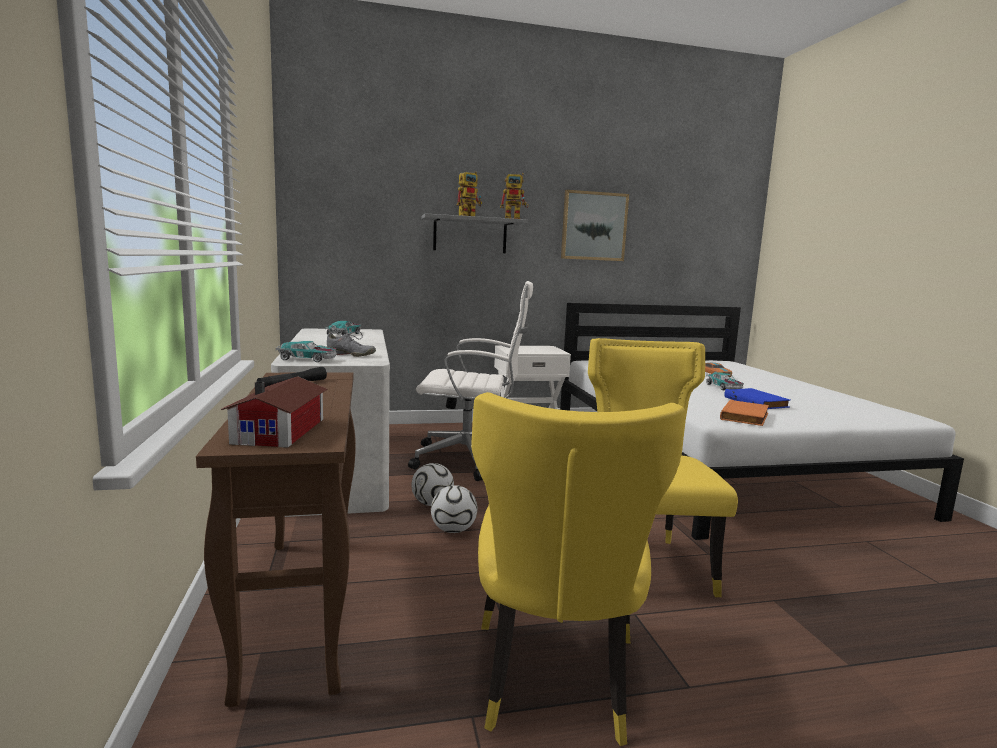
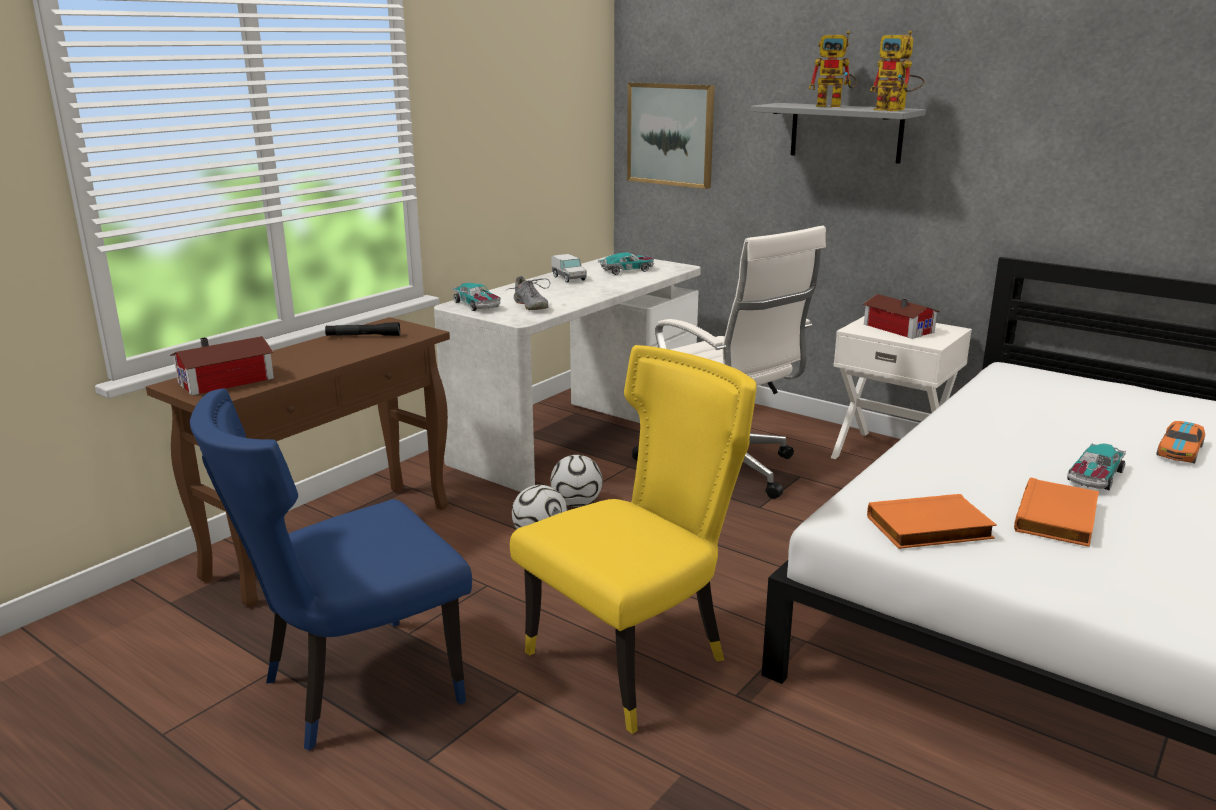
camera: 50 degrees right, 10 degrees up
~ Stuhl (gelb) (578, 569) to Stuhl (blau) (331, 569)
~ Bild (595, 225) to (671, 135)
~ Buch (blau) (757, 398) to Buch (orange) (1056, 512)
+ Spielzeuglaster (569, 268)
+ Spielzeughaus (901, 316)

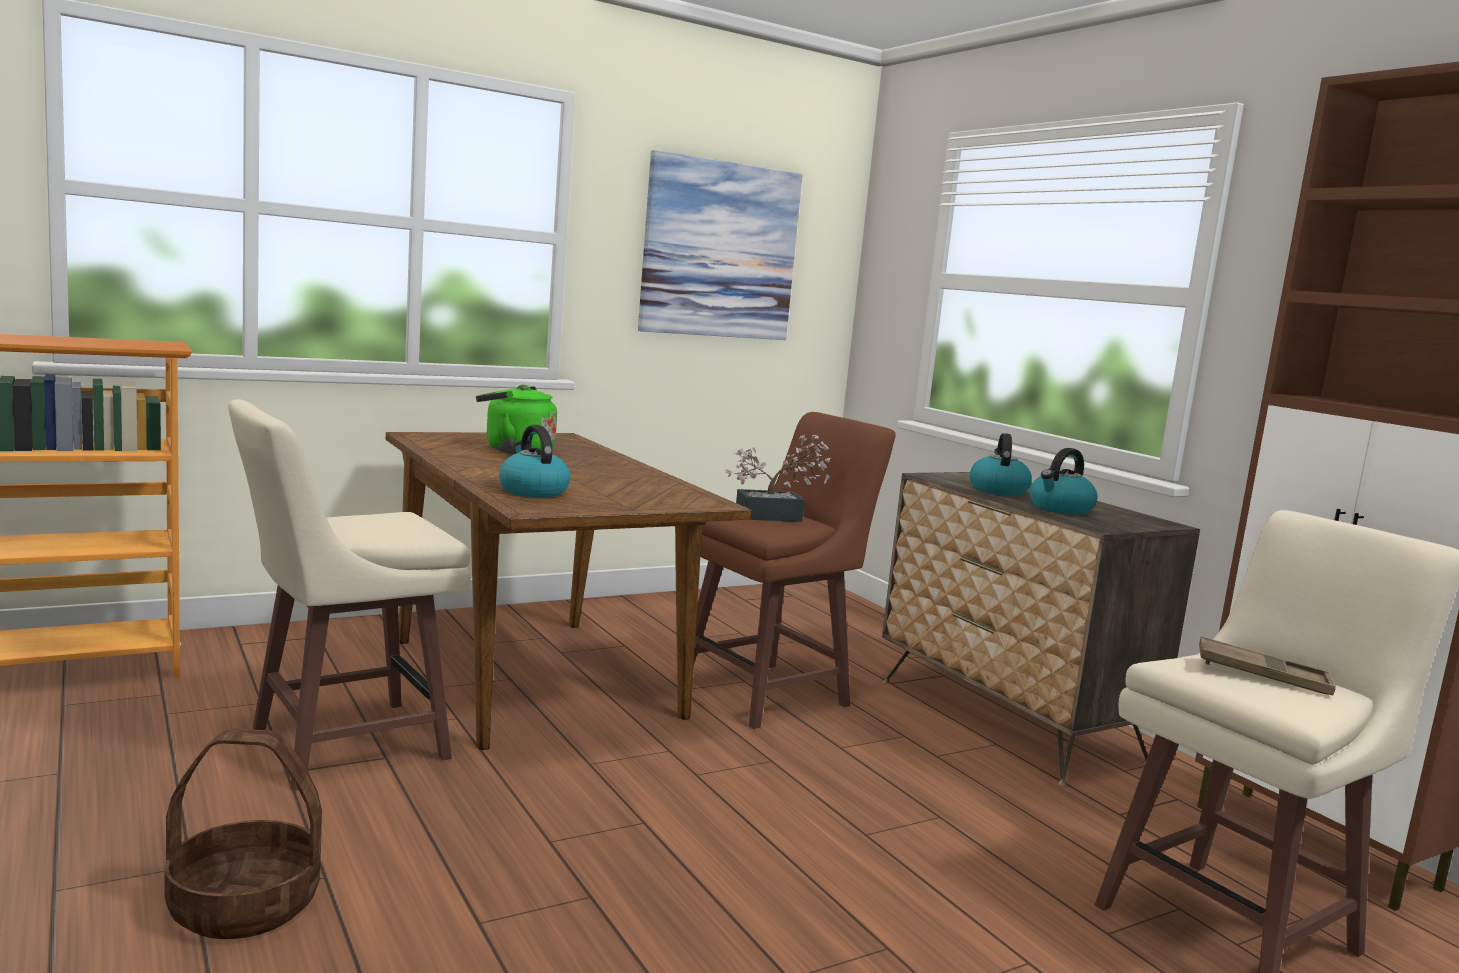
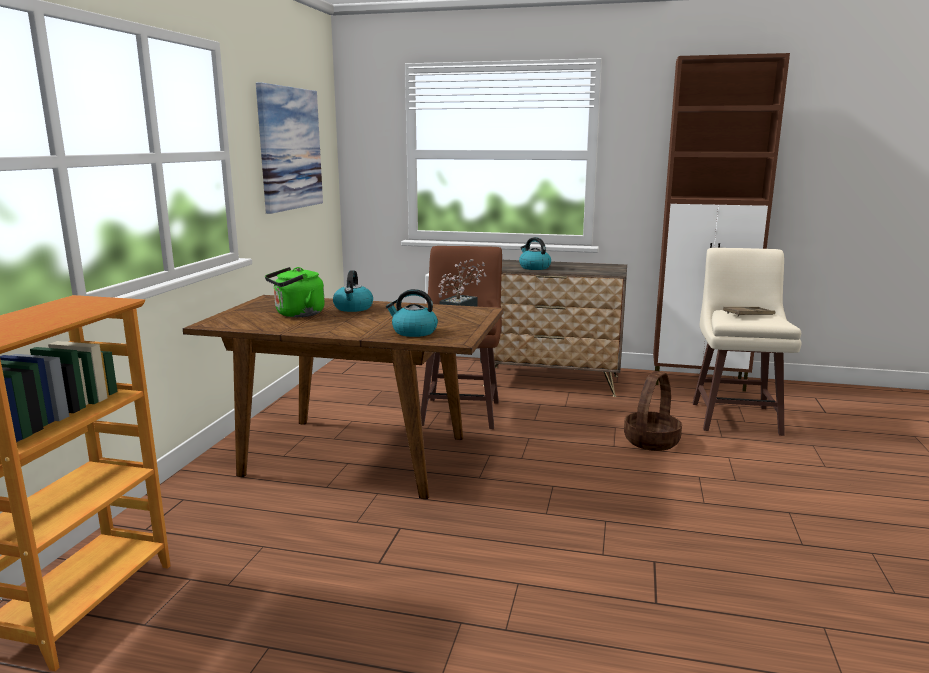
camera: 45 degrees left, 5 degrees up
~ Korb (243, 833) to (653, 411)
- Hocker (beige) (349, 595)
~ Wasserkessel (1064, 481) to (353, 291)

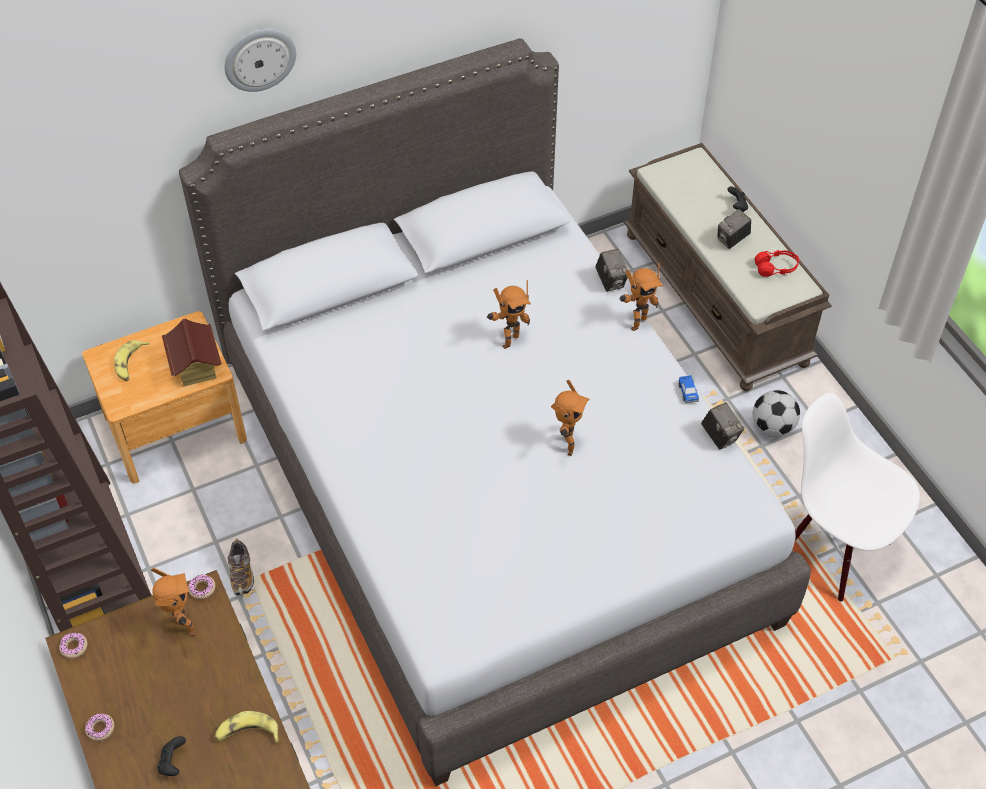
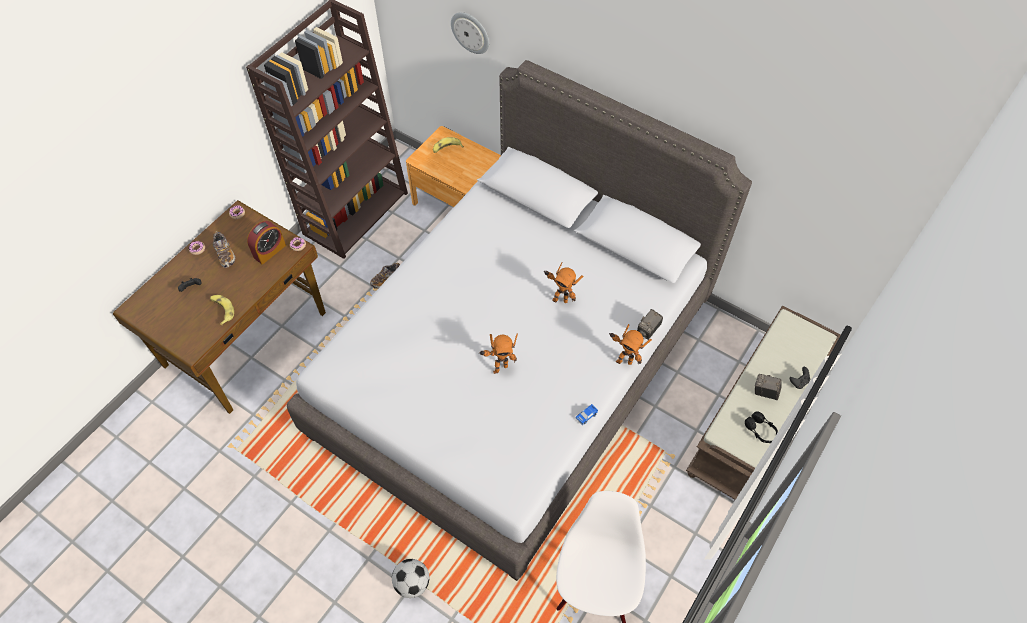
camera: 60 degrees right, 5 degrees up
~ Spielzeugroboter (173, 602) to Wecker (266, 242)
- Spielzeughaus (192, 352)
~ Wanduhr (260, 60) to (470, 33)
- Kamera (722, 426)
~ Fußball (776, 413) to (410, 578)
~ Kopfhörer (rot) (777, 263) to Kopfhörer (schwarz) (761, 427)
+ Schuh (224, 249)

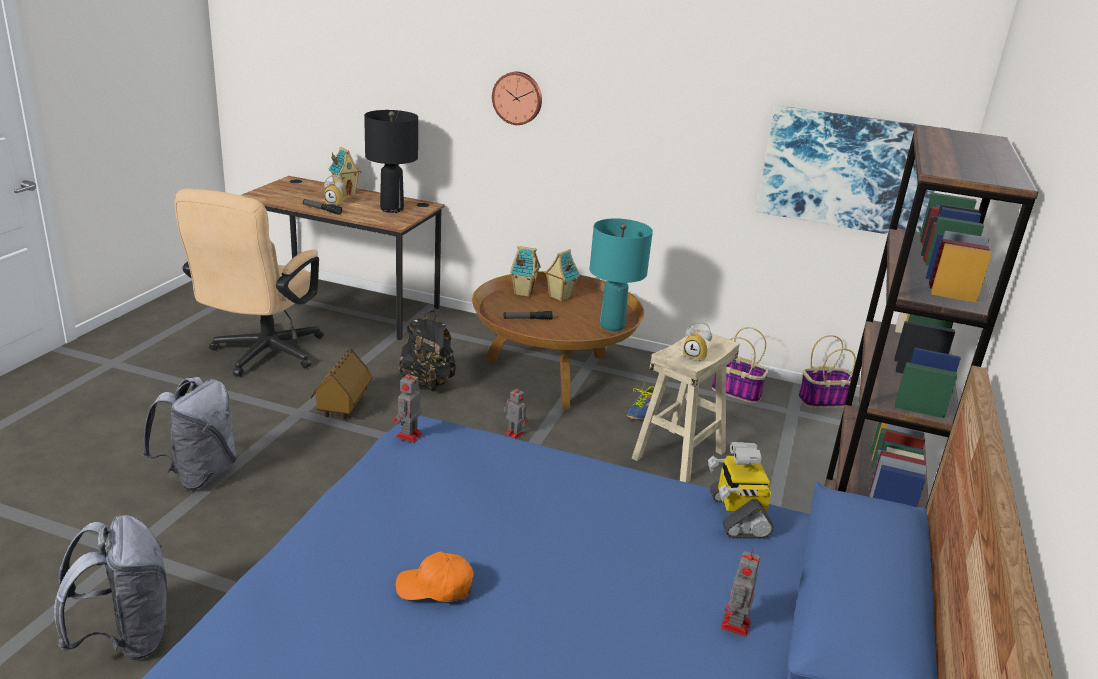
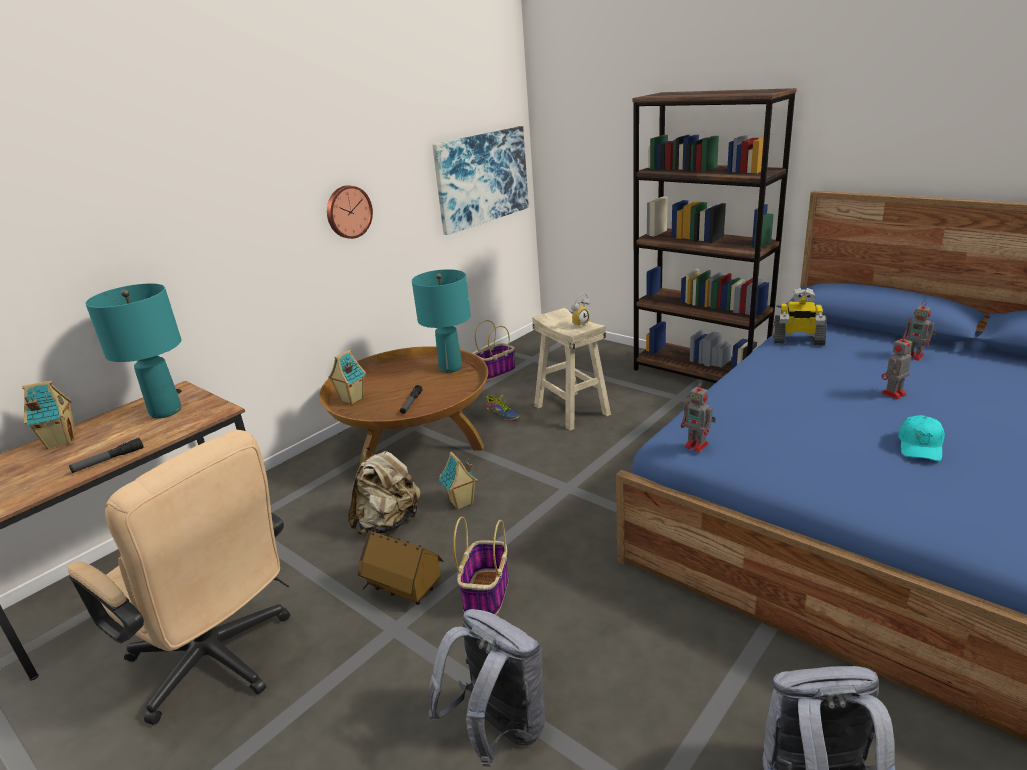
camera: 65 degrees left, 0 degrees up
- Wecker (334, 190)
~ Tischlampe (schwarz) (391, 161) to Tischlampe (türkis) (133, 351)
~ Kappe (orange) (435, 576) to Kappe (türkis) (921, 438)
~ Rucksack (schwarz) (426, 351) to Rucksack (beige) (384, 490)
~ Wanduhr (517, 98) to (350, 212)
~ Spielzeugroboter (516, 412) to (896, 366)
~ Spielzeughaus (562, 275) to (458, 481)
~ Korb (827, 371) to (481, 565)

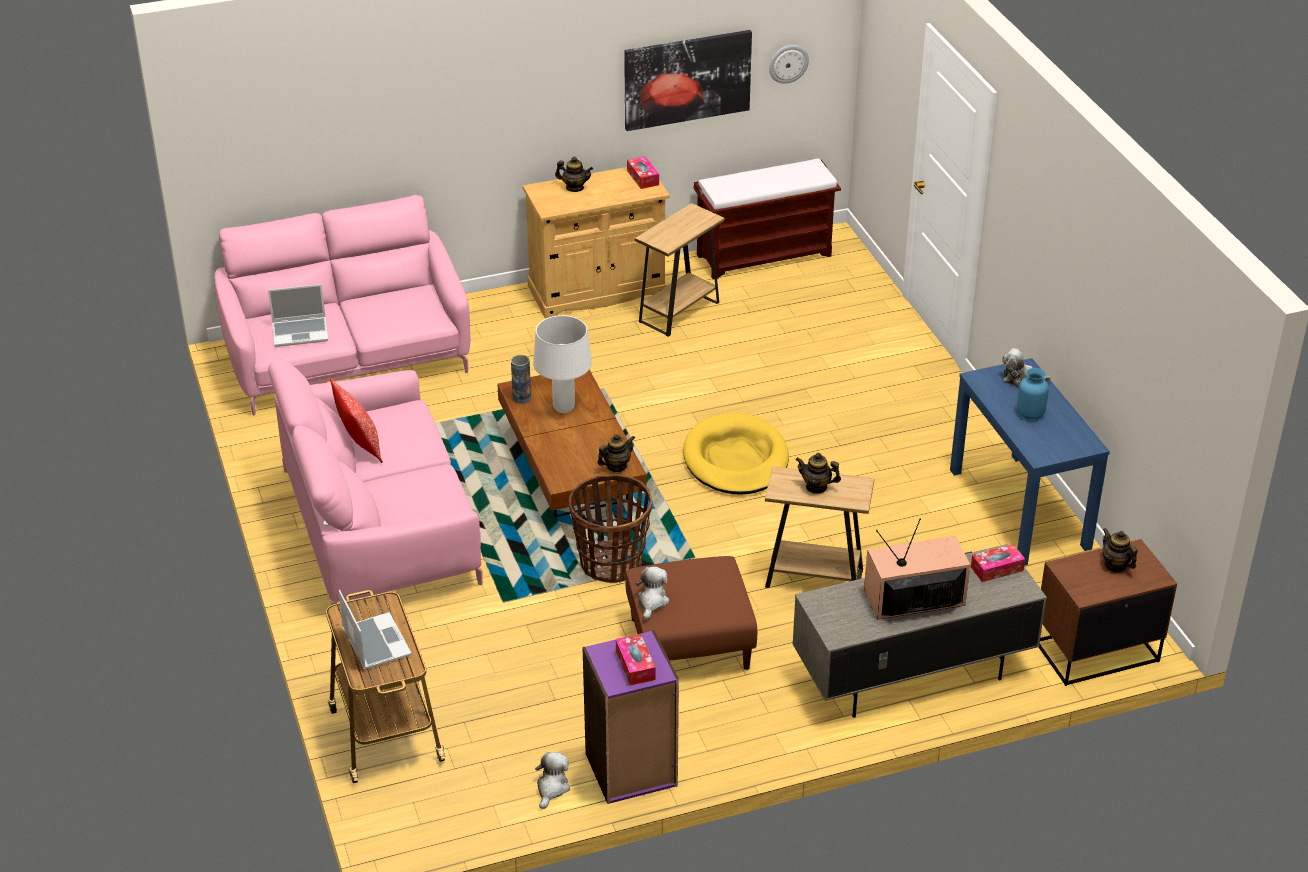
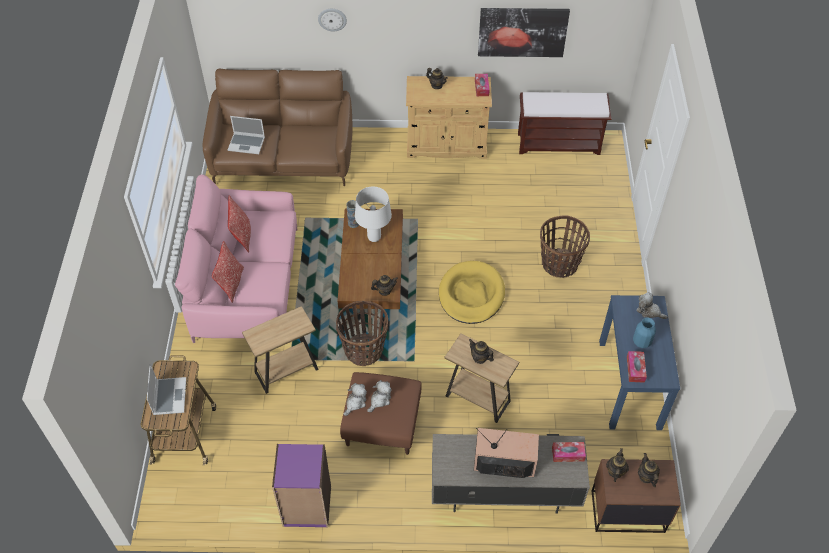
camera: 20 degrees right, 15 degrees up
~ Sofa (rosa) (342, 305) to Sofa (braun) (278, 128)
~ Plüschtier (552, 780) to (379, 396)
~ Taschentuchbox (636, 659) to (637, 367)
~ Beistelltisch (braun) (680, 270) to (280, 350)
~ Wanduhr (789, 64) to (332, 20)
+ Kissen (228, 272)
+ Korb (565, 246)
+ Teekanne (617, 465)

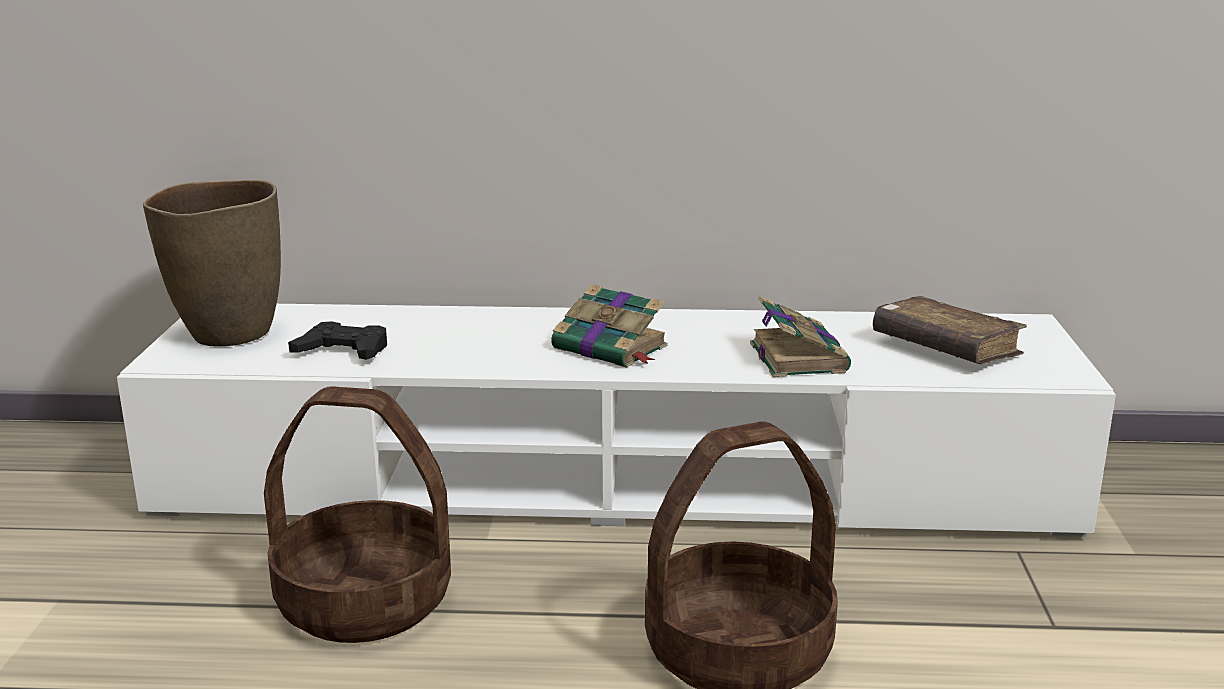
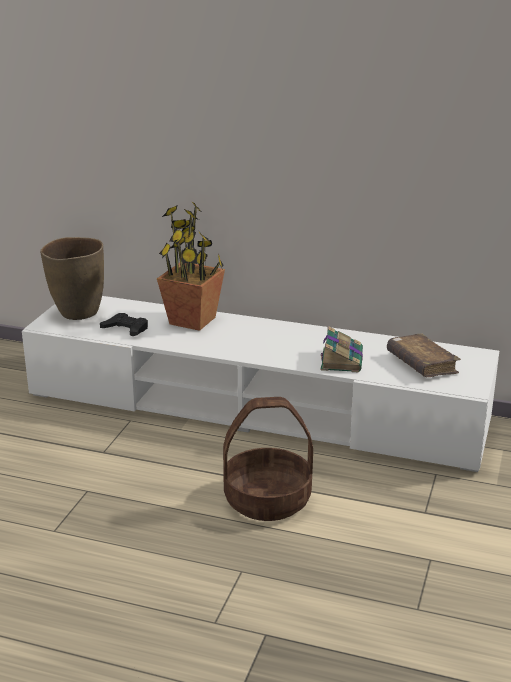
camera: 15 degrees right, 5 degrees up
- Korb (357, 514)
- Buch (609, 326)
+ Topfpflanze (191, 266)

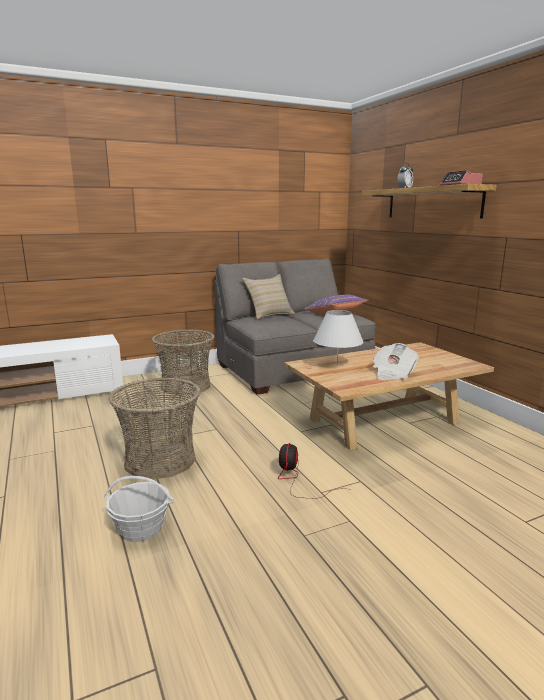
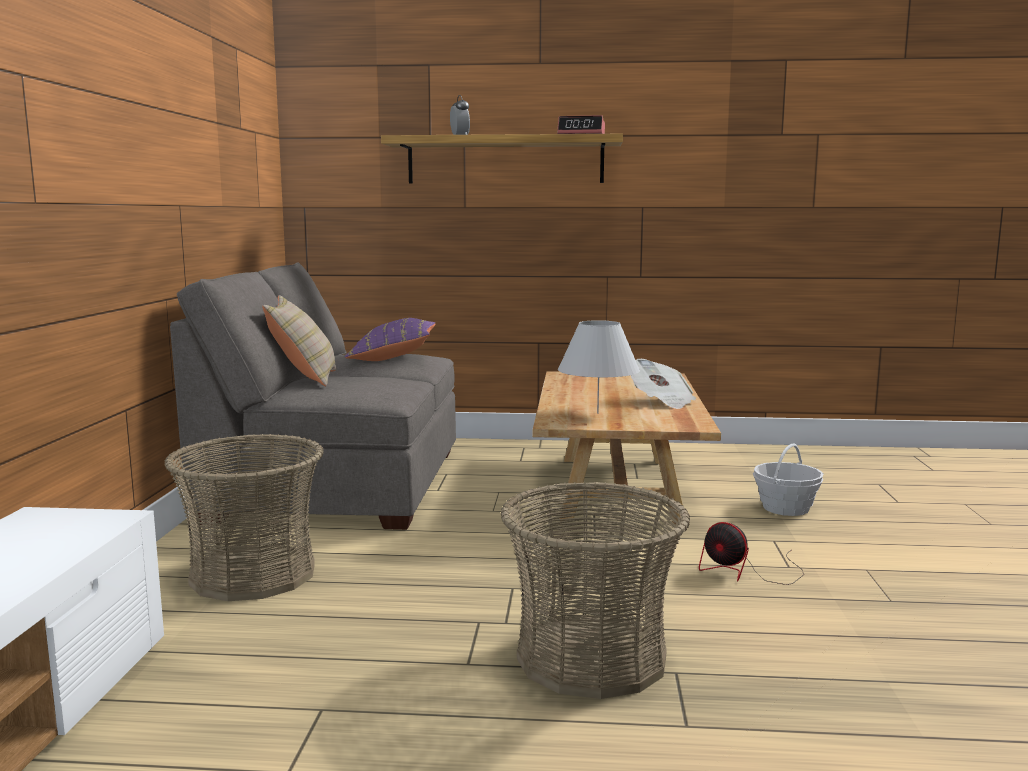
camera: 60 degrees left, 5 degrees down
~ Korb (138, 509) to (788, 480)

